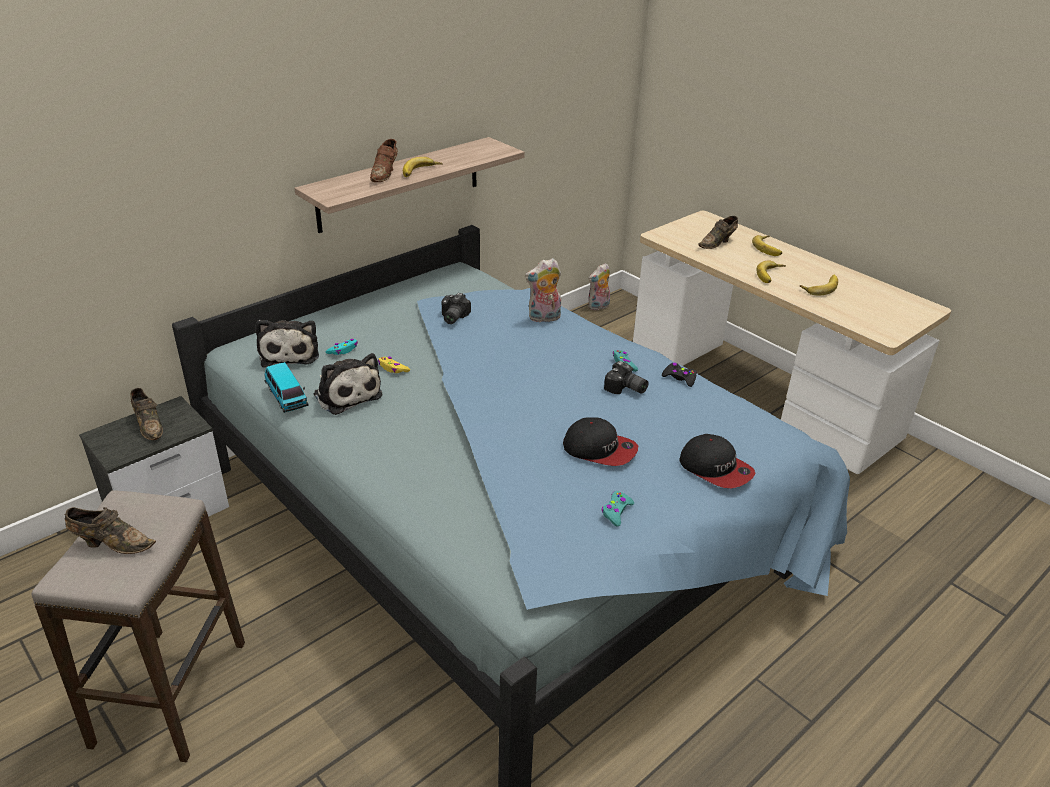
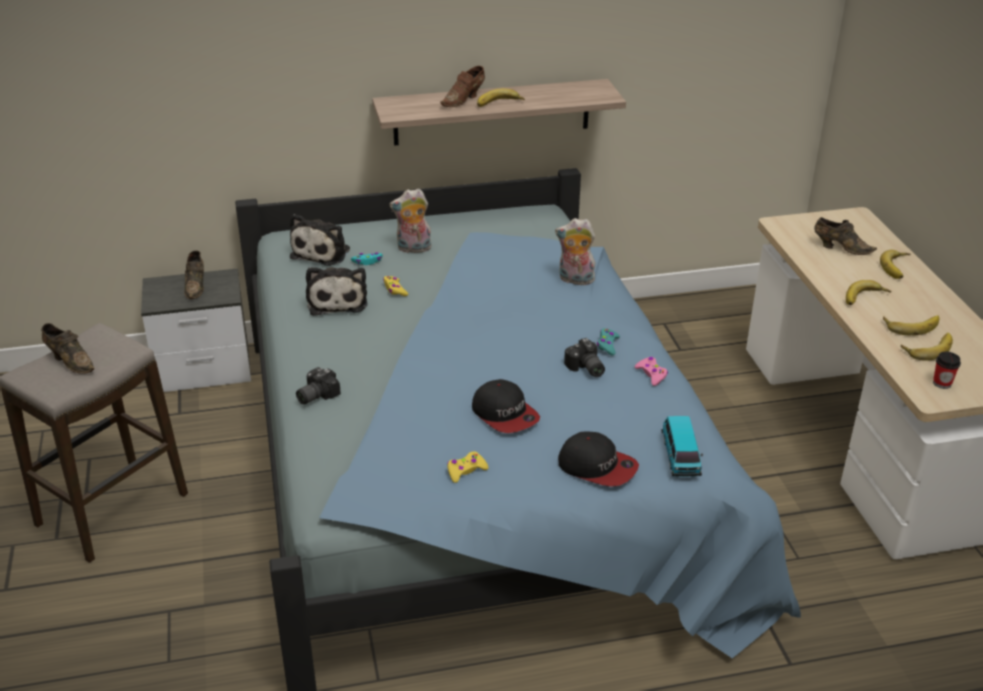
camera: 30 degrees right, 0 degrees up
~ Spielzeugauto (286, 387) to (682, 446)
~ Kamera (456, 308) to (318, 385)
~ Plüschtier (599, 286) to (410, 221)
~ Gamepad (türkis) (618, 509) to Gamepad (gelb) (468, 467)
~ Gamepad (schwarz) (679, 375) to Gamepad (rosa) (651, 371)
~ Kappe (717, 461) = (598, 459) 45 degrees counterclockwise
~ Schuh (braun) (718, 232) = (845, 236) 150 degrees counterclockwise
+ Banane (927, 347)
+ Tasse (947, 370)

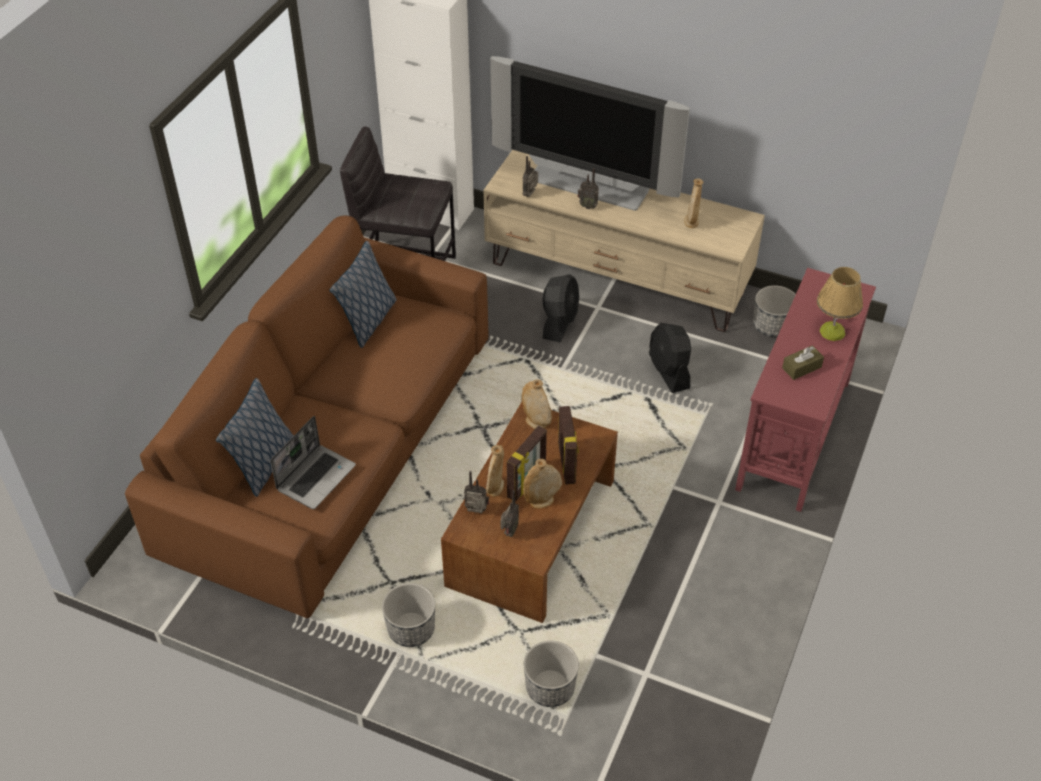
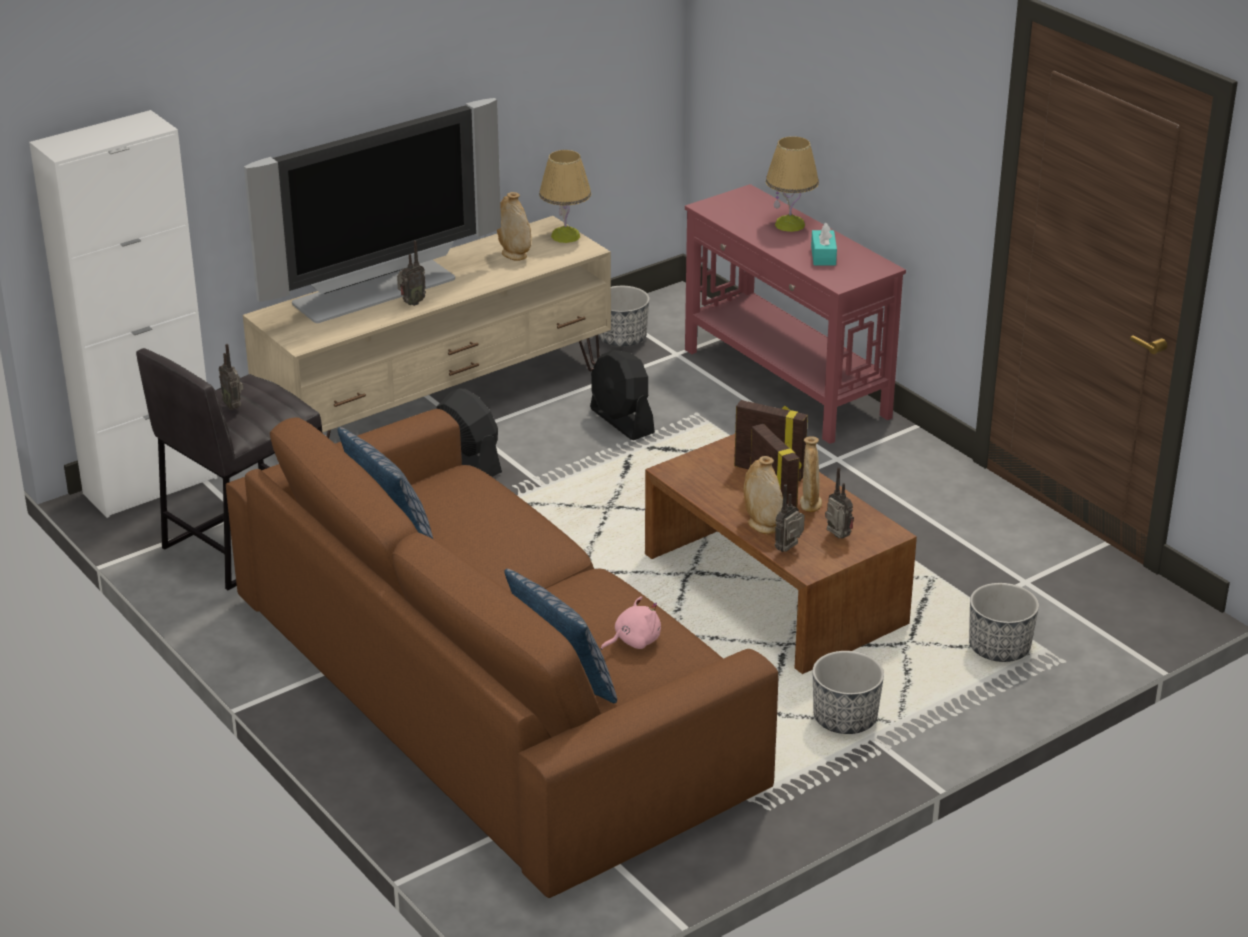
camera: 60 degrees left, 15 degrees down
~ Laptop (313, 462) to Plüschtier (rosa) (631, 623)
- Vase (beige) (536, 404)
~ Radio (530, 176) to (231, 377)
~ Ventilator (schwarz) (670, 358) = (622, 395) 45 degrees clockwise
~ Taschentuchbox (braun) (803, 362) to Taschentuchbox (türkis) (824, 244)
+ Tischlampe (565, 196)

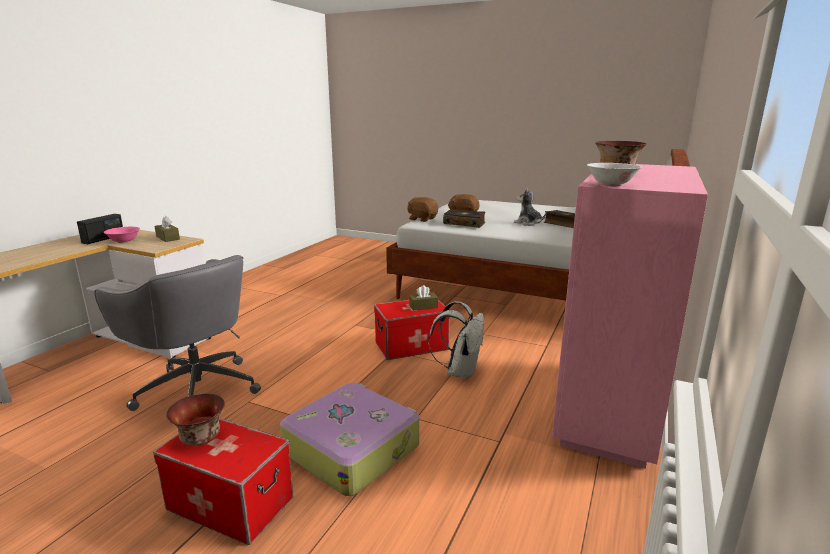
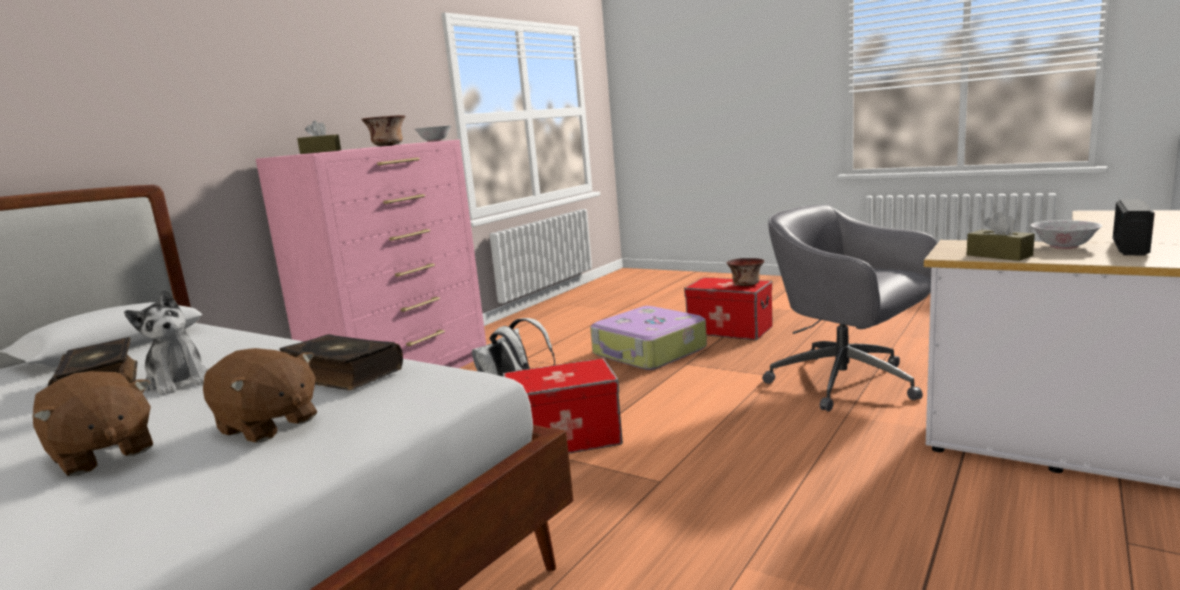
camera: 170 degrees left, 5 degrees down
~ Schüssel (rosa) (122, 235) to Schüssel (weiß) (1066, 234)
~ Plüschtier (braun) (422, 209) to (92, 423)
~ Taschentuchbox (braun) (423, 298) to (319, 137)

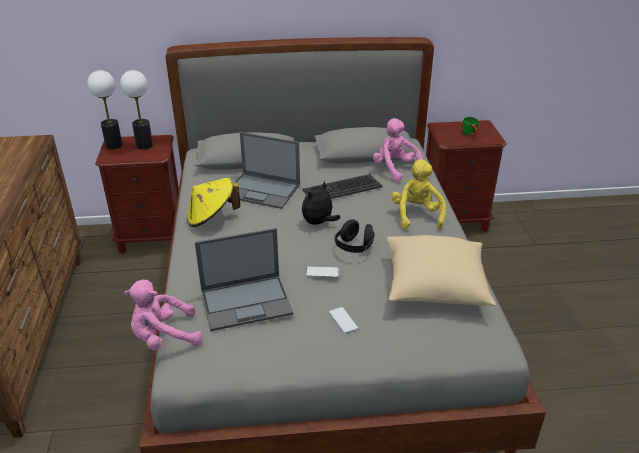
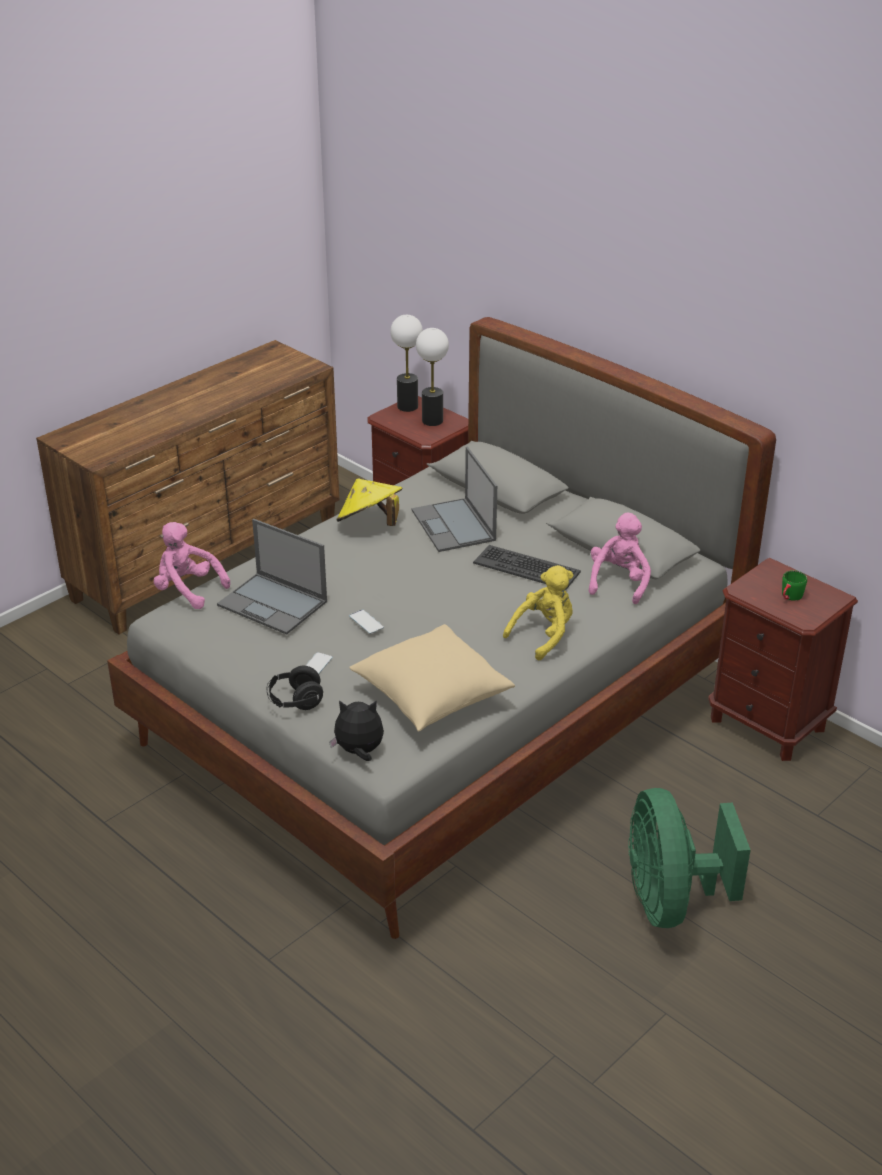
camera: 50 degrees right, 0 degrees up
~ Plüschtier (321, 202) to (356, 730)
~ Kopfhörer (schwarz) (354, 236) to (295, 688)
+ Ventilator (grün) (689, 858)

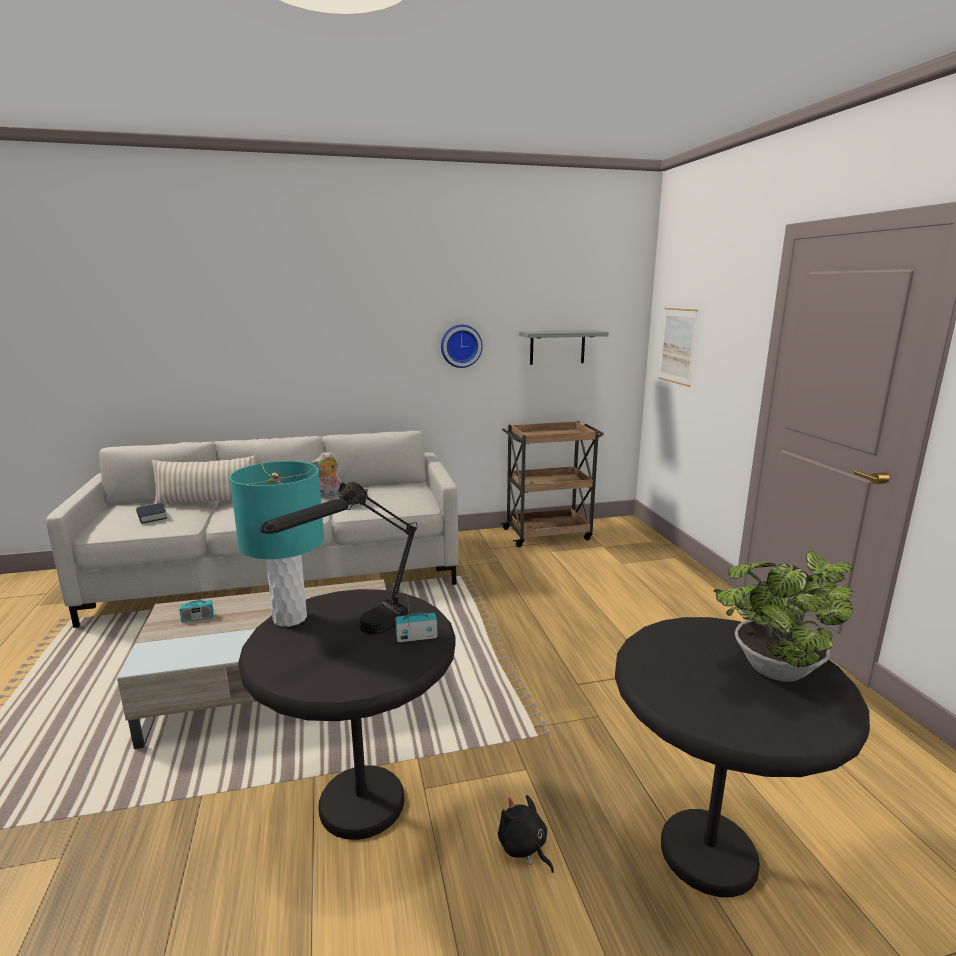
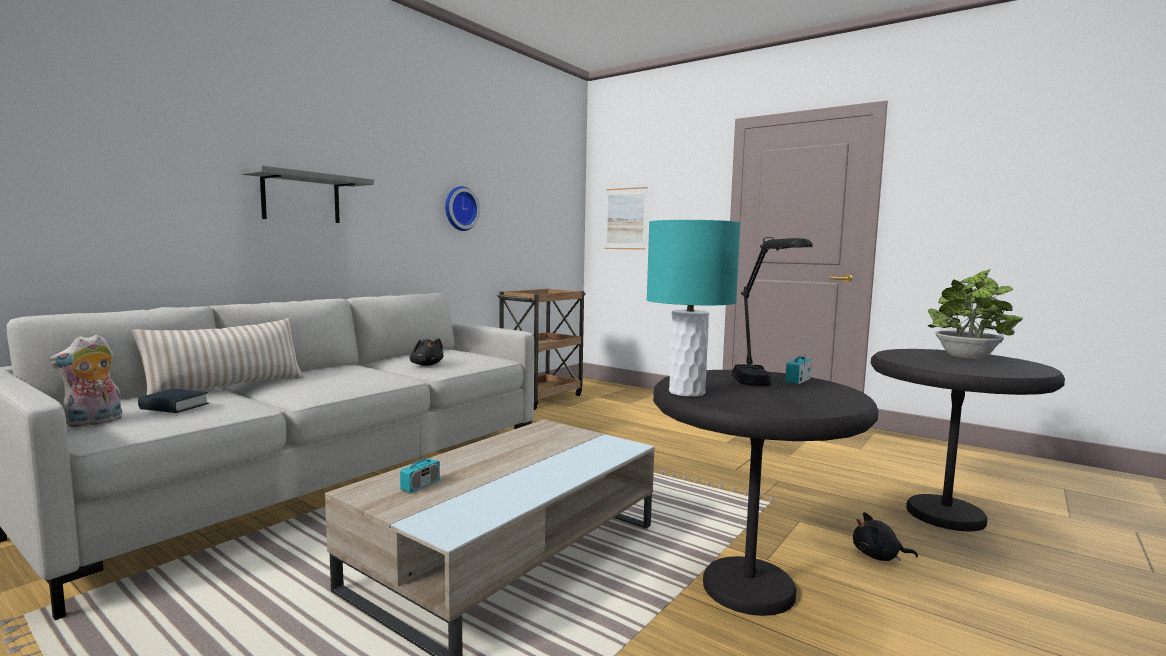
camera: 40 degrees left, 10 degrees down
~ Plüschtier (326, 475) to (86, 381)
~ Wandregal (grau) (564, 347) to (307, 194)

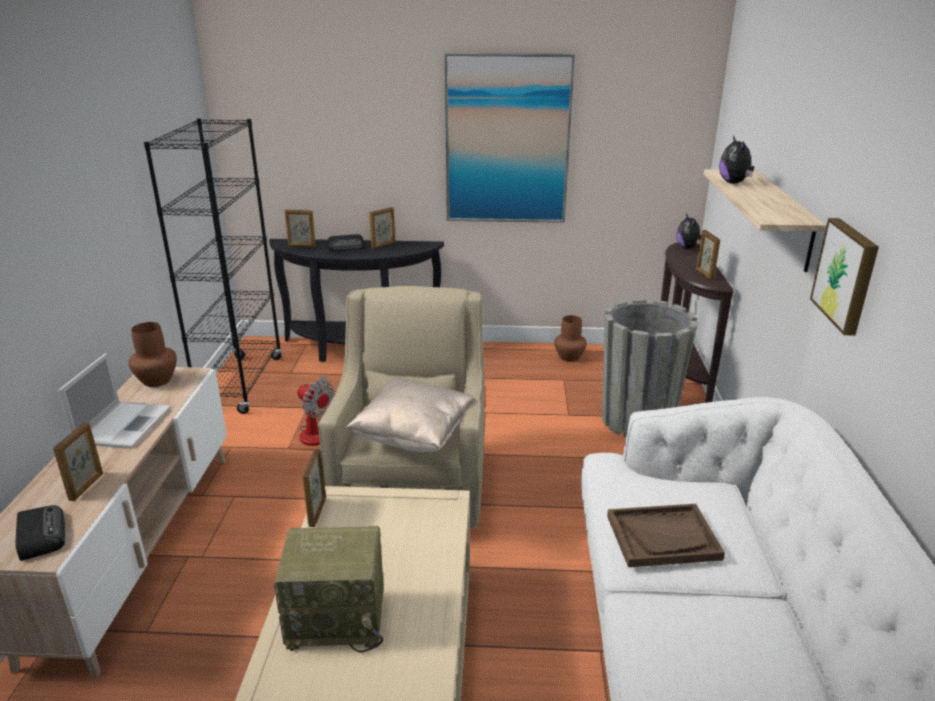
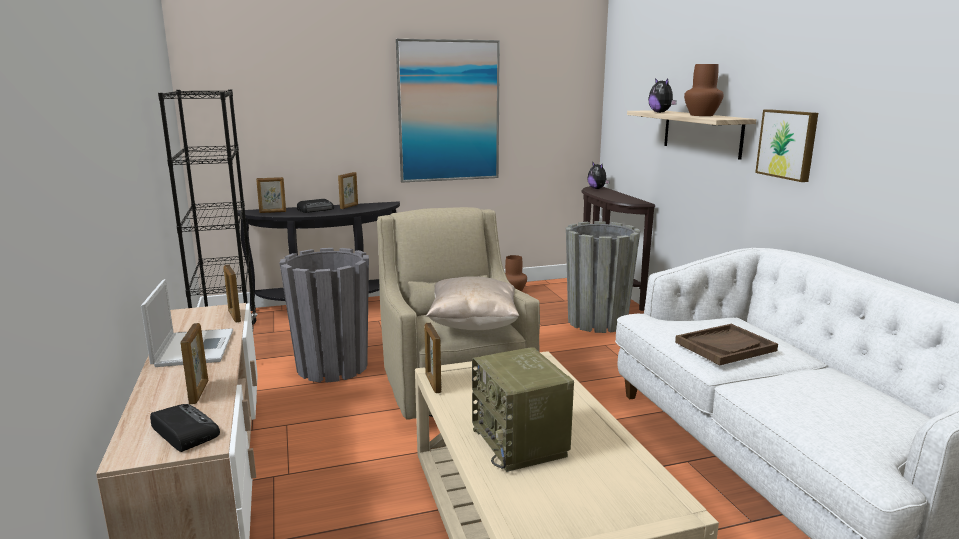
camera: 20 degrees left, 10 degrees down
~ Vase (braun) (152, 354) to (704, 90)
~ Radio (329, 589) = (523, 409) 90 degrees clockwise
~ Ventilator (316, 410) to Pflanzkübel (grau) (324, 315)
~ Bilderrahmen (708, 255) to (232, 294)

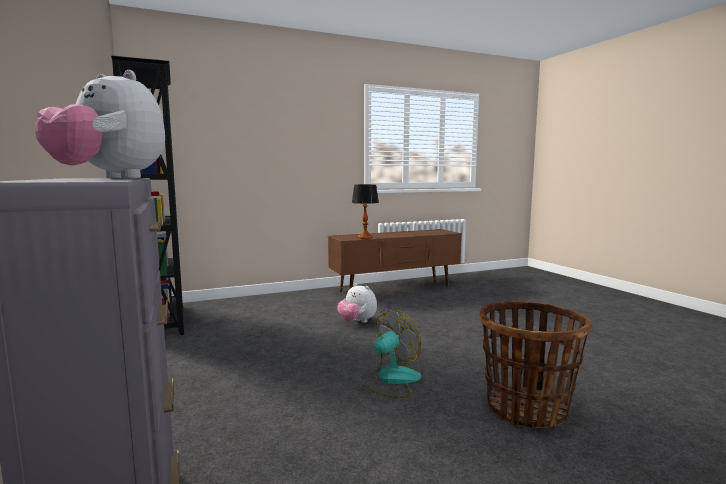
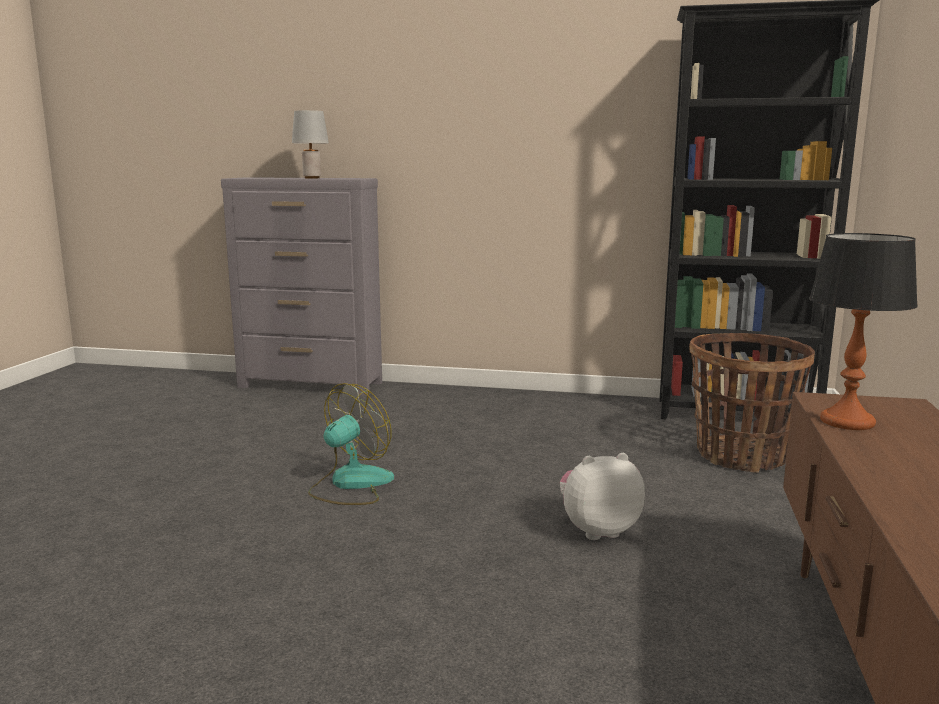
camera: 125 degrees right, 5 degrees up
~ Plüschtier (100, 124) to Tischlampe (grau) (310, 144)
~ Ventilator (391, 353) = (351, 444) 135 degrees counterclockwise
~ Korb (535, 365) to (752, 403)

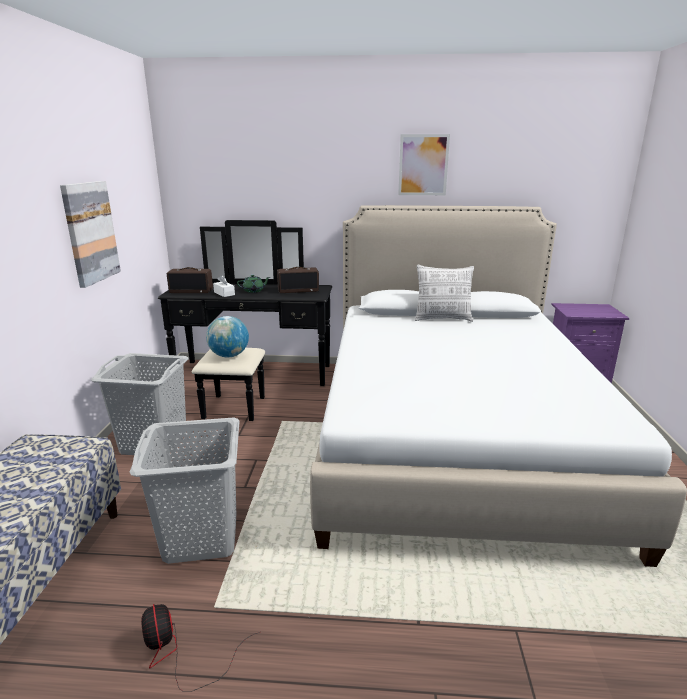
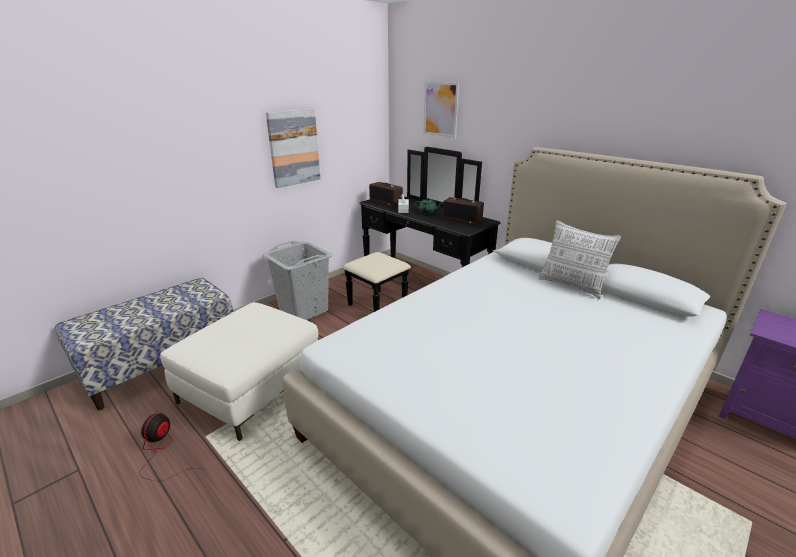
camera: 40 degrees right, 5 degrees up
~ Wäschekorb (grau) (185, 491) to Polsterhocker (weiß) (239, 371)
- Globus (227, 336)
~ Bild (424, 164) to (441, 110)

